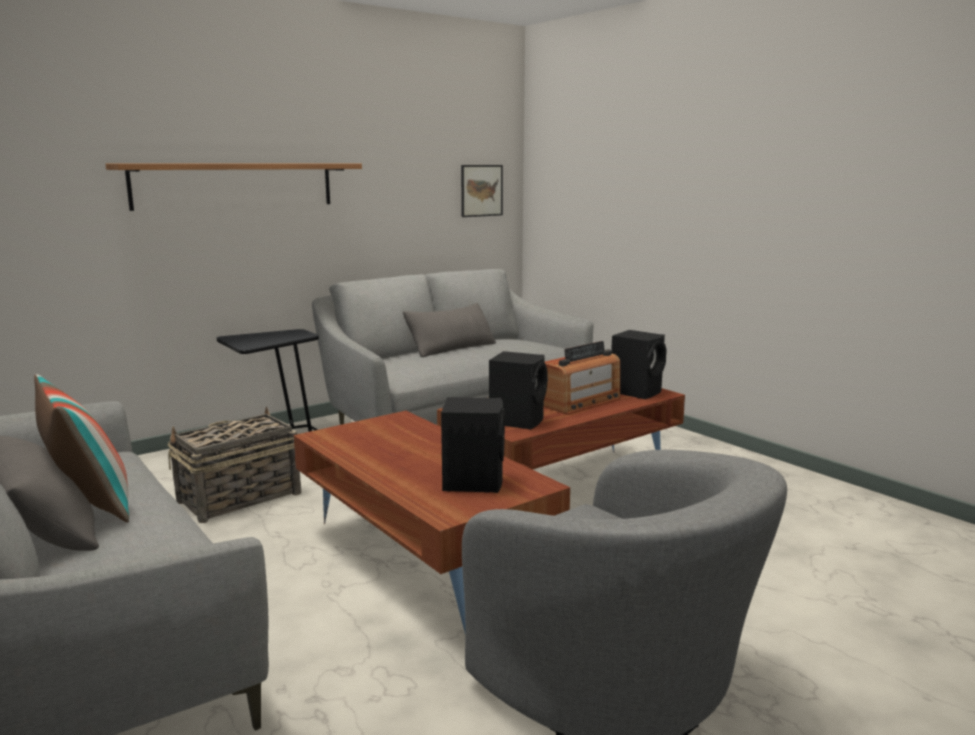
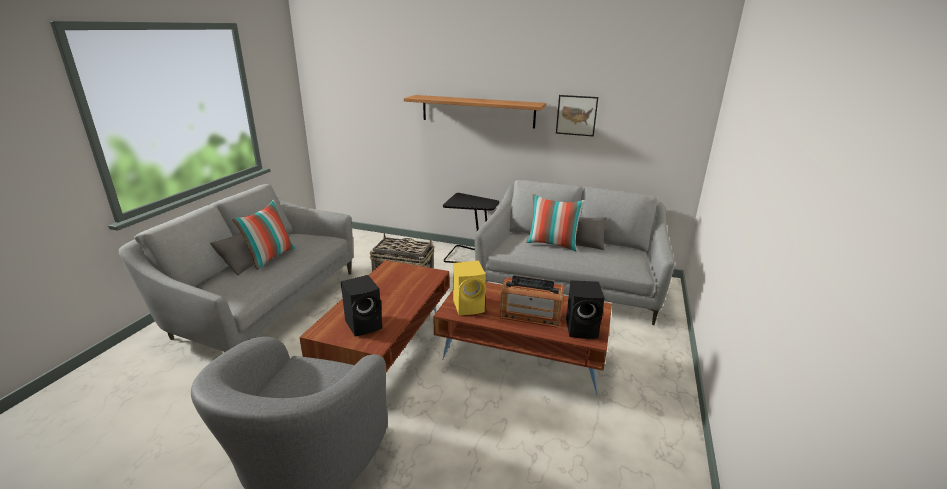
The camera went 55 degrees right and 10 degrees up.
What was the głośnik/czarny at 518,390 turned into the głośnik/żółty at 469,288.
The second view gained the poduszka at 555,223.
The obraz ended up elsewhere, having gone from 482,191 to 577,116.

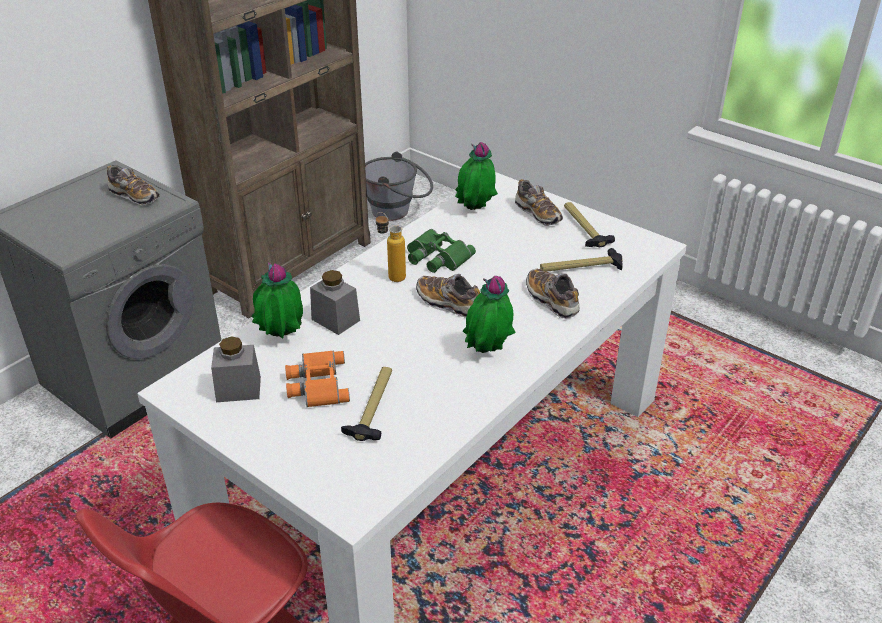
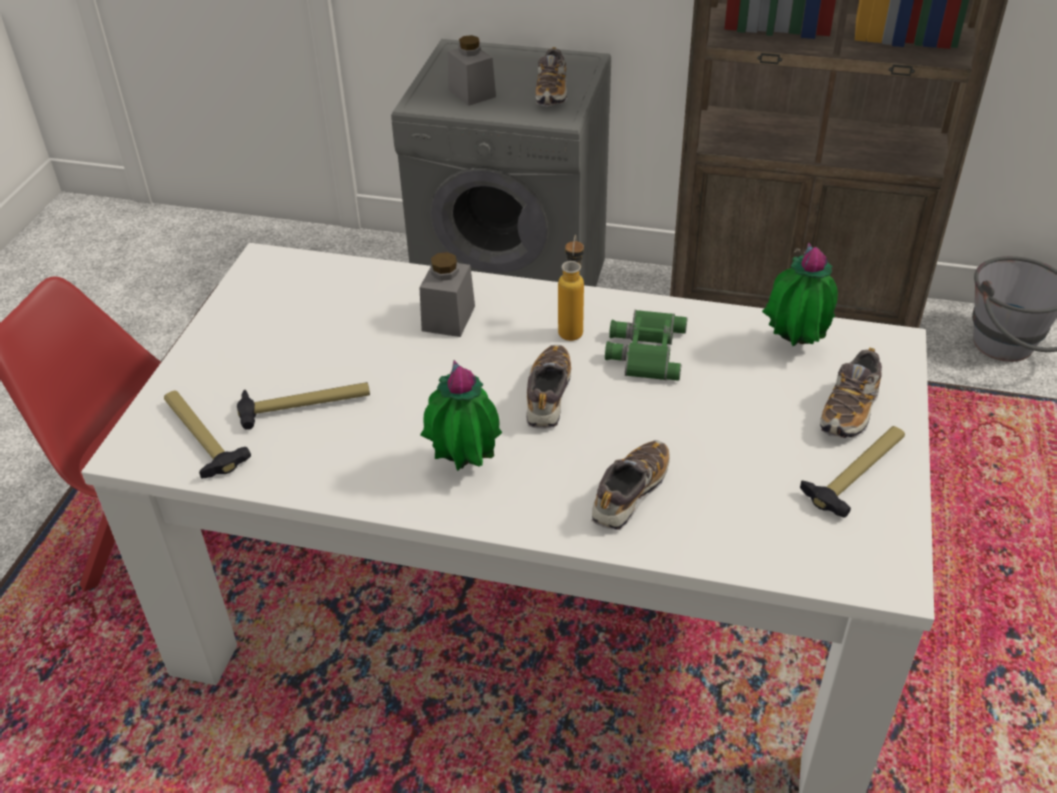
The camera went 65 degrees right and 5 degrees up.
The młotek ended up elsewhere, having gone from 581,260 to 207,434.
The słoik/szary ended up elsewhere, having gone from 236,369 to 472,70.
The second view lost the roślina doniczkowa at 277,300.
The second view lost the lornetka/pomarańczowy at 317,378.

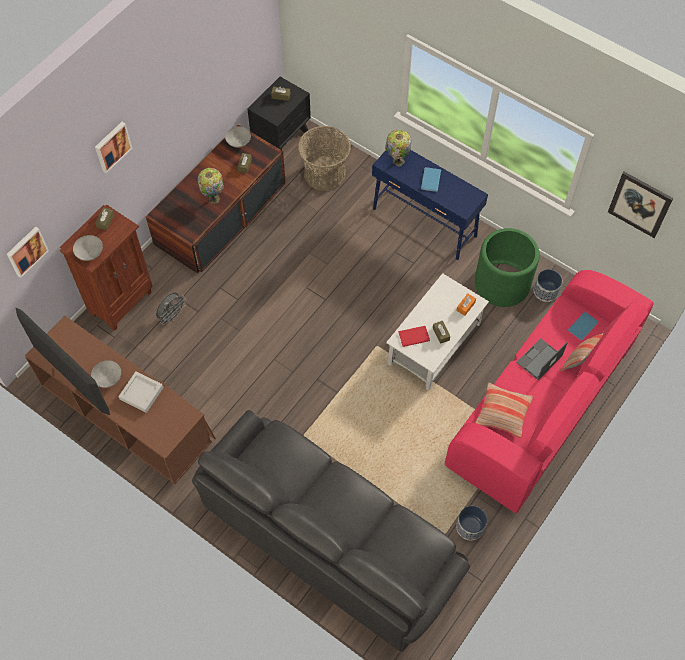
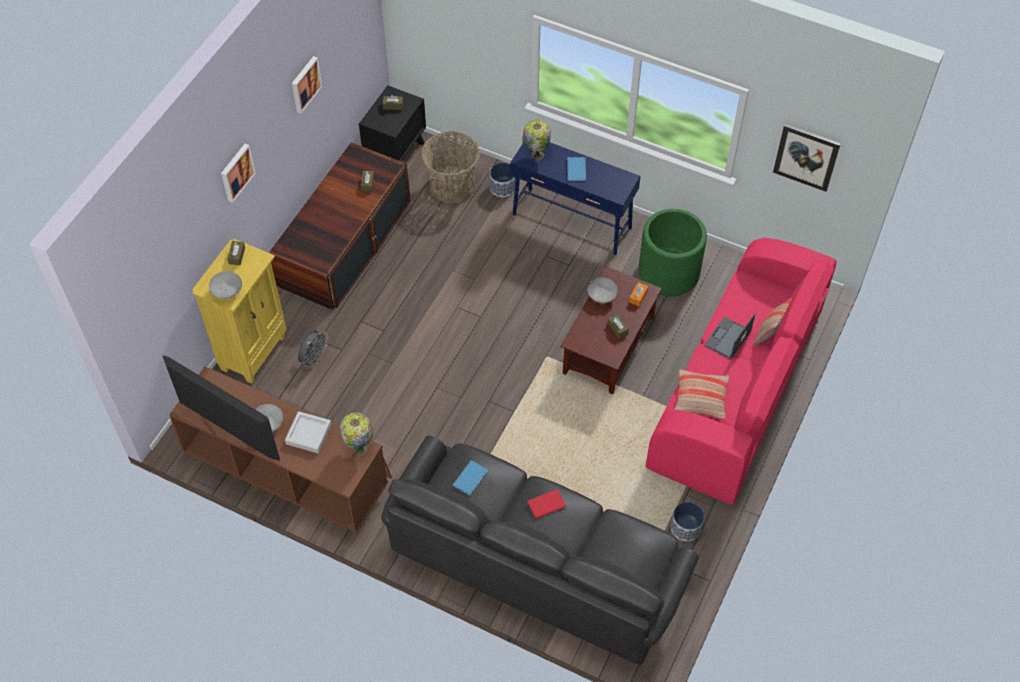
The camera went 10 degrees left and 5 degrees down.
What was the szafka/brązowy at 106,267 turned into the szafka/żółty at 239,311.
The obraz ended up elsewhere, having gone from 28,252 to 307,84.
The lampa stołowa ended up elsewhere, having gone from 211,186 to 356,433.
The książka/niebieski ended up elsewhere, having gone from 583,326 to 470,477.
The donica ended up elsewhere, having gone from 548,285 to 502,179.
The książka/czerwony ended up elsewhere, having gone from 414,336 to 547,504.
What was the ława/biały at 437,332 turned into the ława/brązowy at 611,330.
The miska/szary ended up elsewhere, having gone from 238,137 to 603,290.

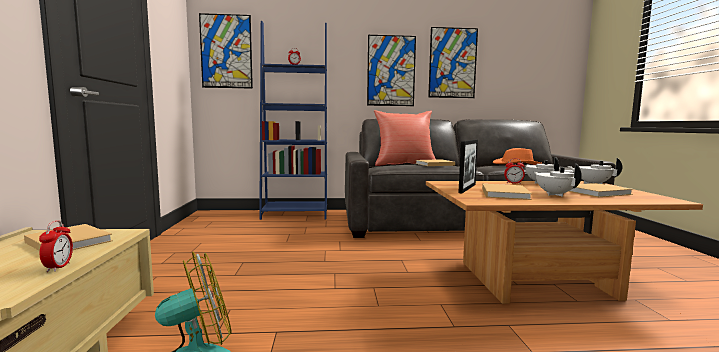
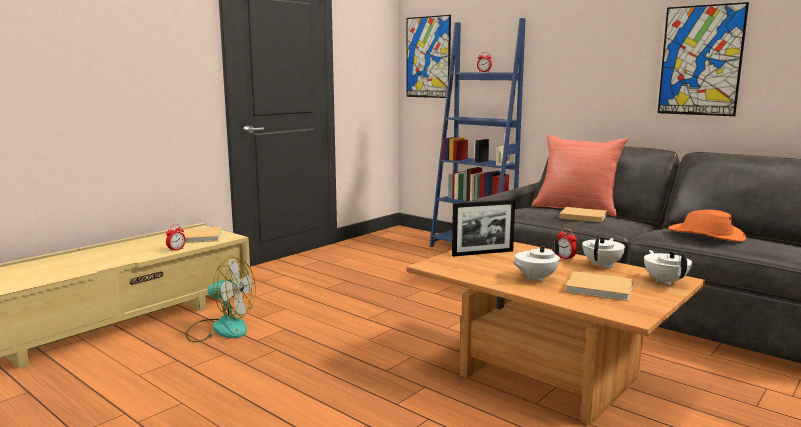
The camera went 45 degrees right and 5 degrees up.
The imbryk/biały at 558,180 ended up facing another way, 150 degrees counterclockwise from before.
The second view lost the obraz at 391,70.
The second view lost the książka/beżowy at 507,192.

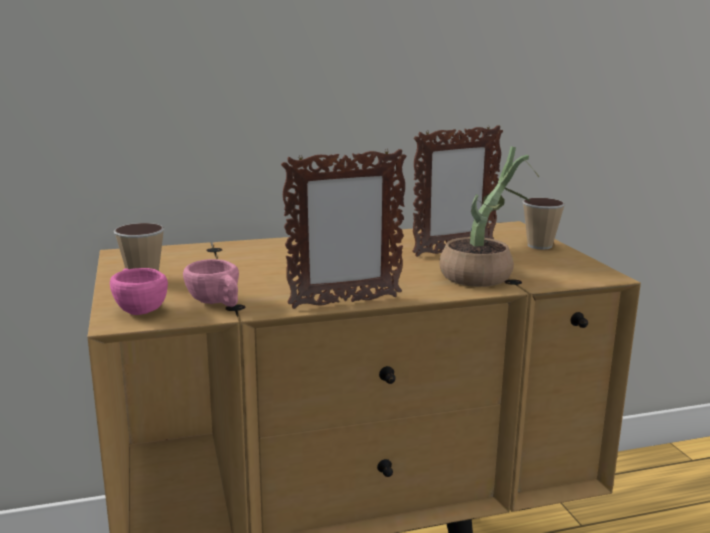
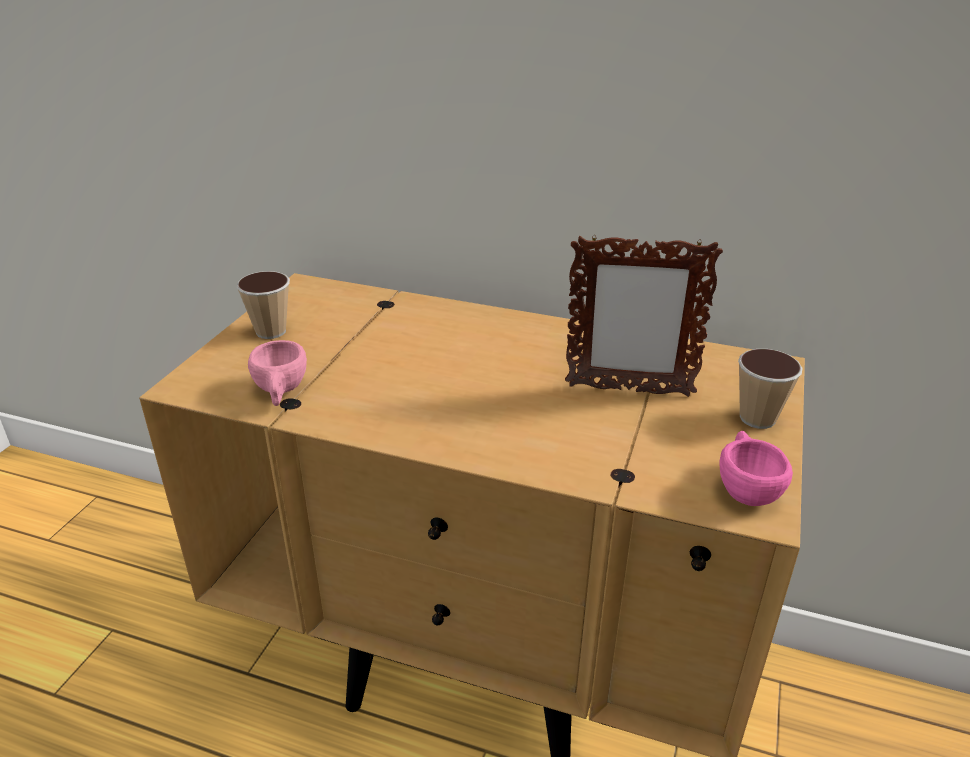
The camera went 35 degrees right and 15 degrees up.
The filiżanka/różowy ended up elsewhere, having gone from 139,291 to 756,468.
The second view lost the ramka na zdjęcie at 344,228.
The second view lost the roślina doniczkowa at 489,216.

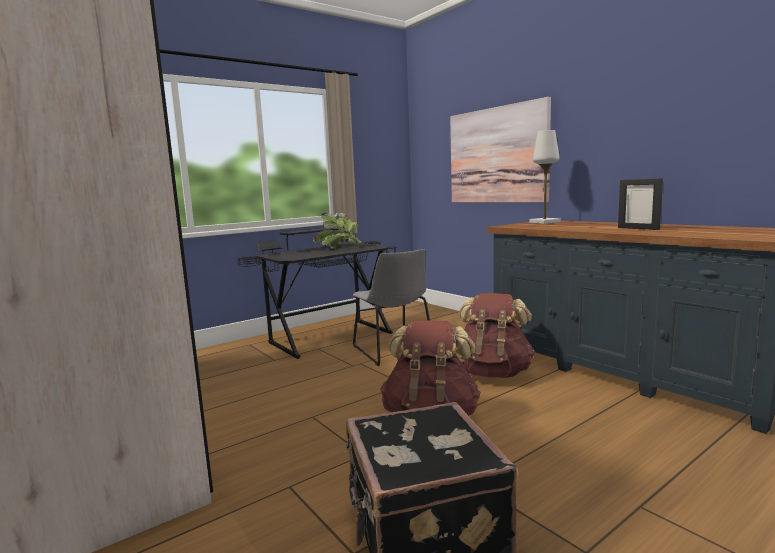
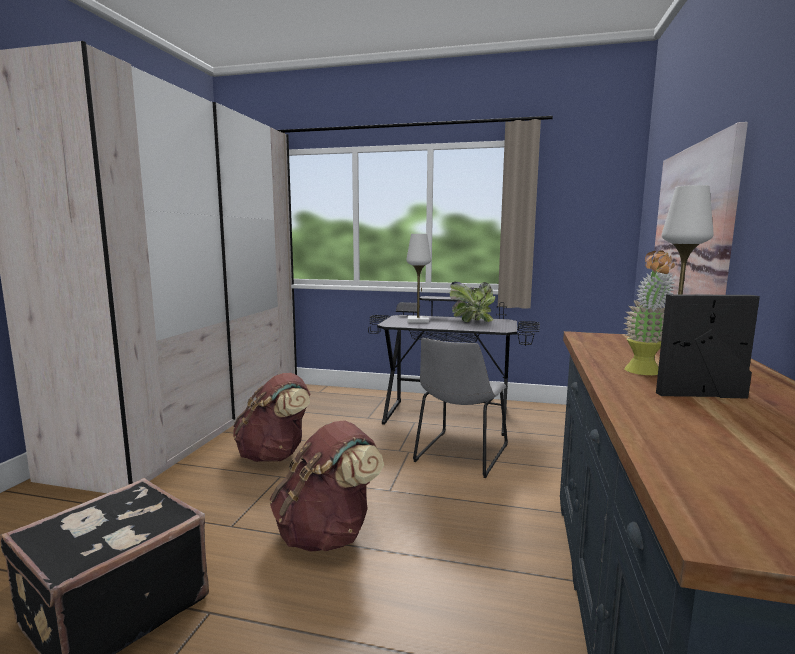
The camera went 50 degrees right and 0 degrees up.
The plecak/brązowy ended up elsewhere, having gone from 496,335 to 271,417.
The second view gained the lampa stołowa/biały at 418,278.
The second view gained the roślina doniczkowa at 649,312.
The ramka na zdjęcie at 640,204 ended up facing another way, 75 degrees clockwise from before.

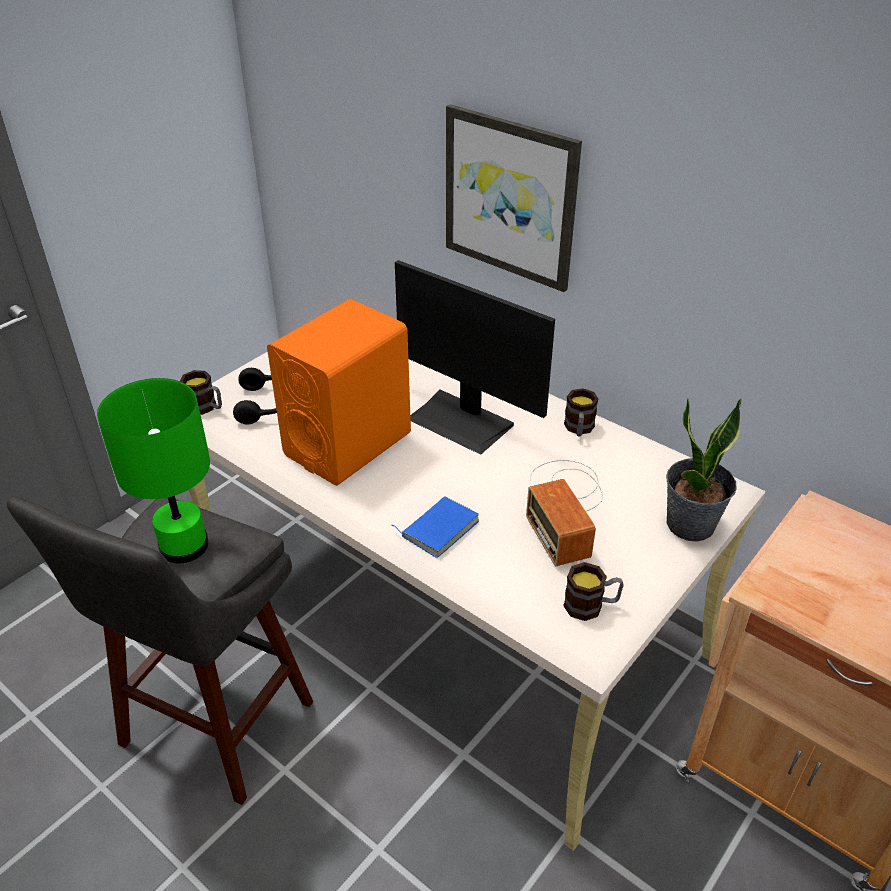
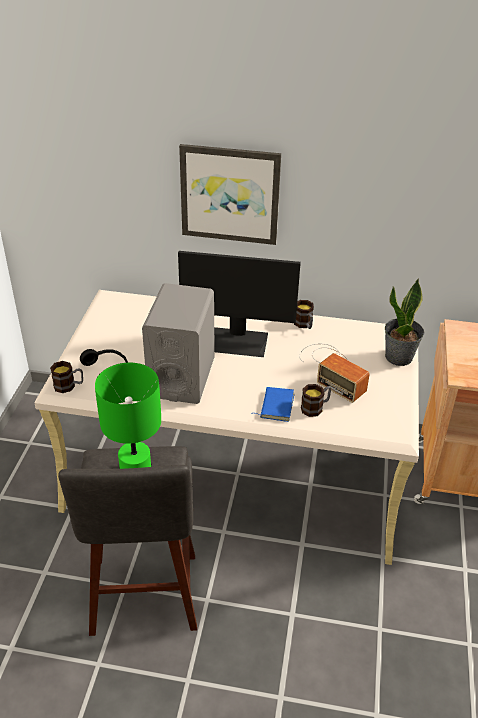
The camera went 30 degrees left and 0 degrees up.
What was the głośnik/pomarańczowy at 339,392 turned into the głośnik/szary at 178,343.
The kubek ended up elsewhere, having gone from 593,591 to 316,400.

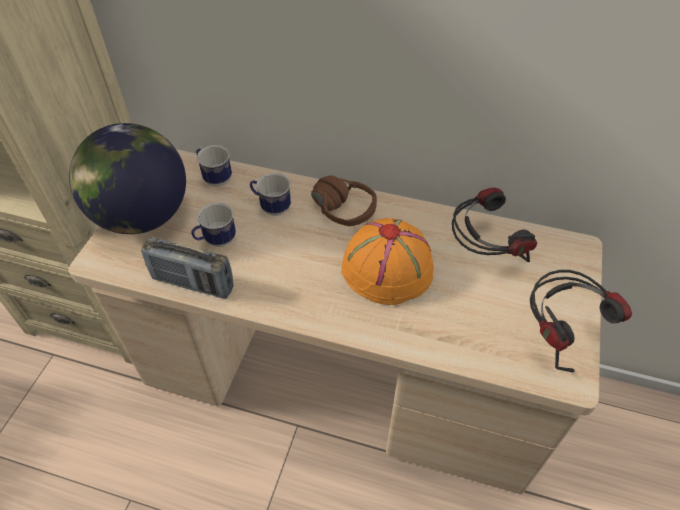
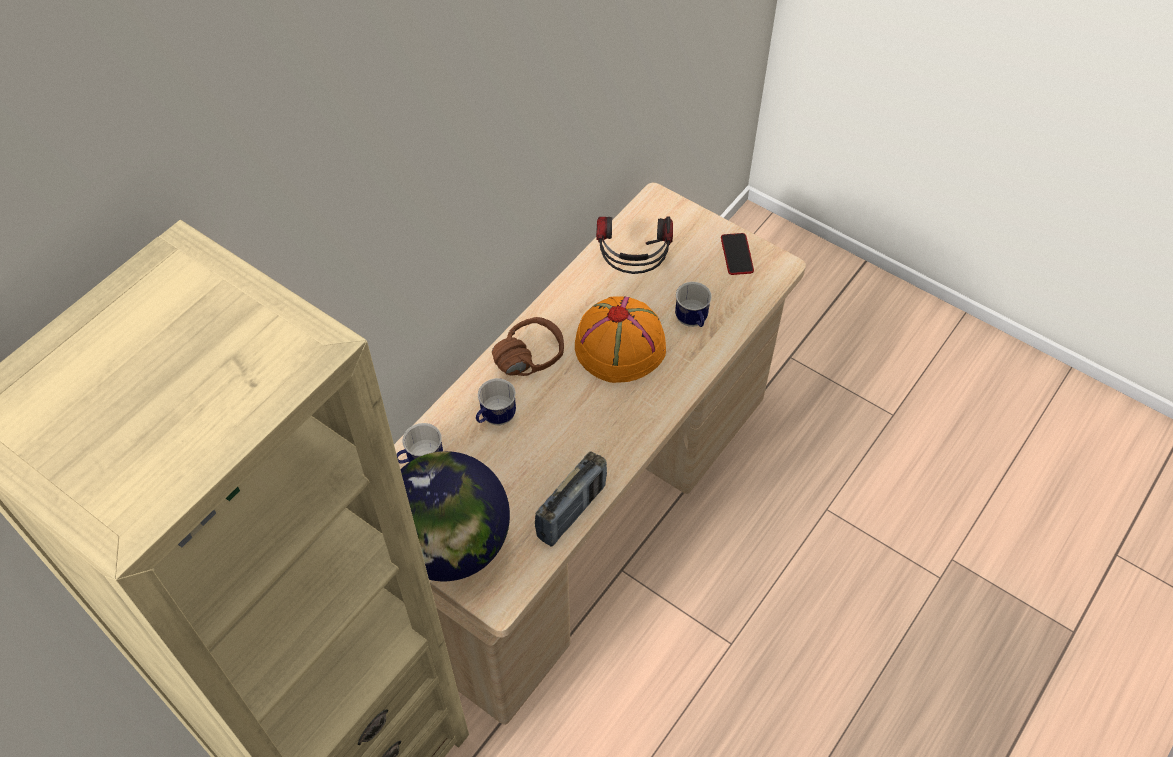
The camera went 70 degrees left and 5 degrees up.
The kubek ended up elsewhere, having gone from 213,224 to 693,304.
Where the słuchawki stood at 581,321, the telefon came to stand at 737,254.

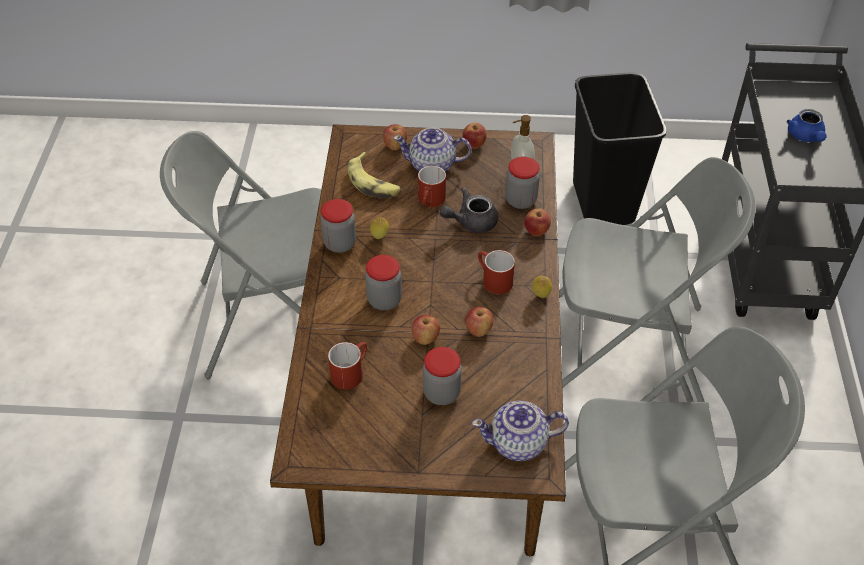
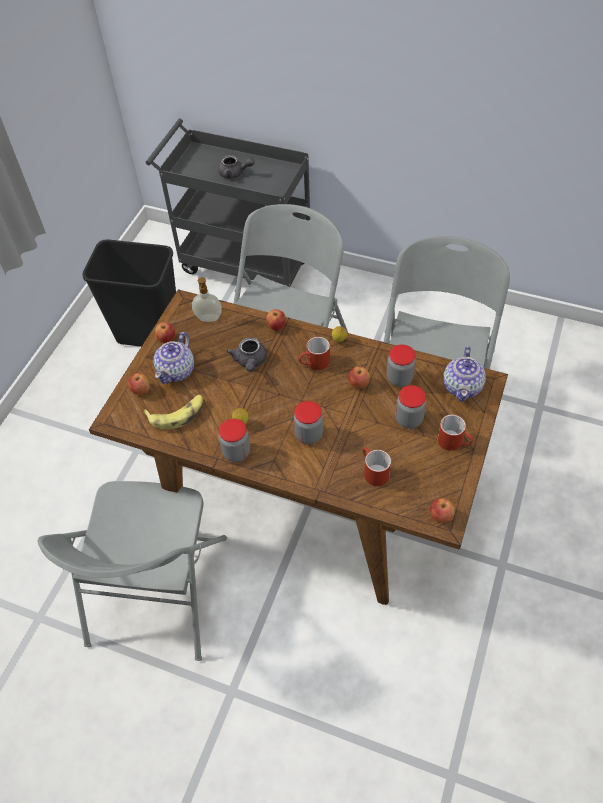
The camera went 70 degrees left and 5 degrees up.
What was the imbryk/niebieski at 806,125 turned into the imbryk/szary at 236,167.
The słoik ended up elsewhere, having gone from 522,183 to 401,366.
The jabłko ended up elsewhere, having gone from 425,330 to 442,510.
The kubek/czerwony ended up elsewhere, having gone from 432,186 to 455,433.

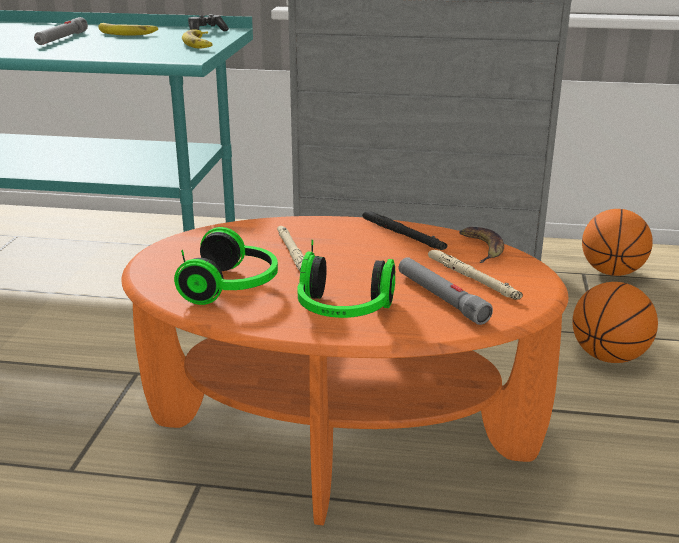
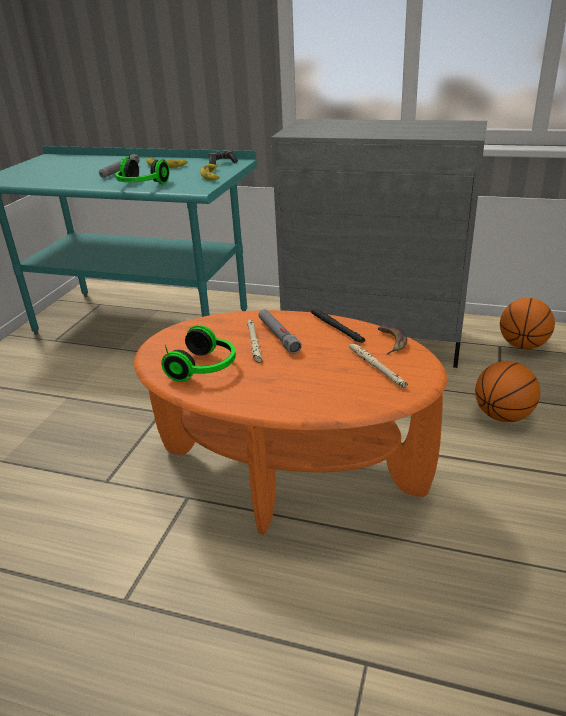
The camera went 10 degrees right and 5 degrees up.
The słuchawki ended up elsewhere, having gone from 346,279 to 142,168.
The latarka/szary ended up elsewhere, having gone from 446,291 to 280,331.

